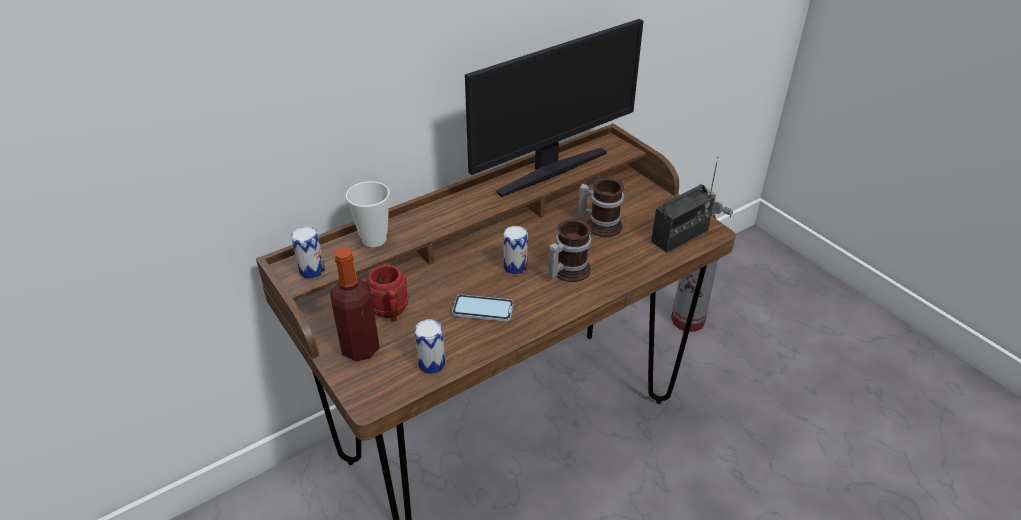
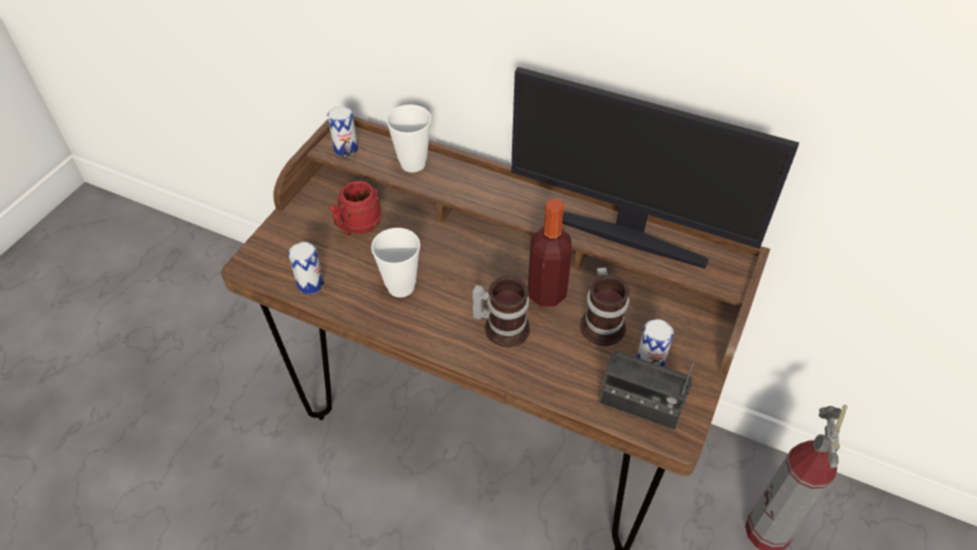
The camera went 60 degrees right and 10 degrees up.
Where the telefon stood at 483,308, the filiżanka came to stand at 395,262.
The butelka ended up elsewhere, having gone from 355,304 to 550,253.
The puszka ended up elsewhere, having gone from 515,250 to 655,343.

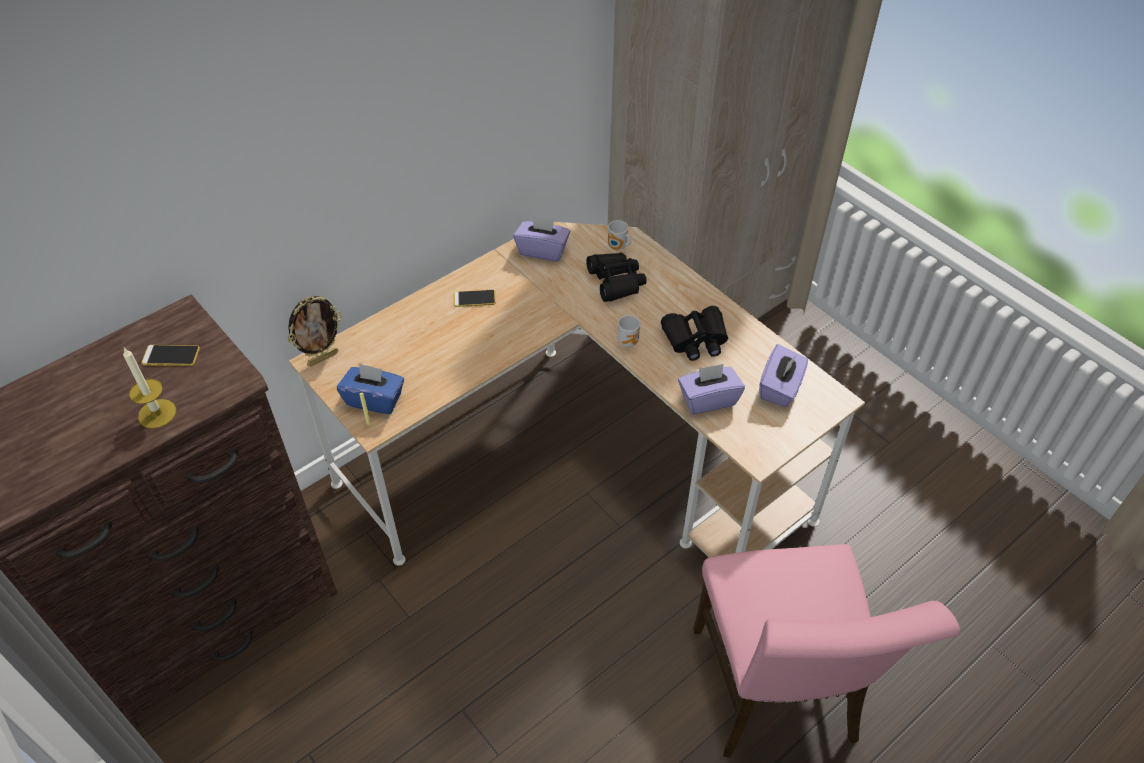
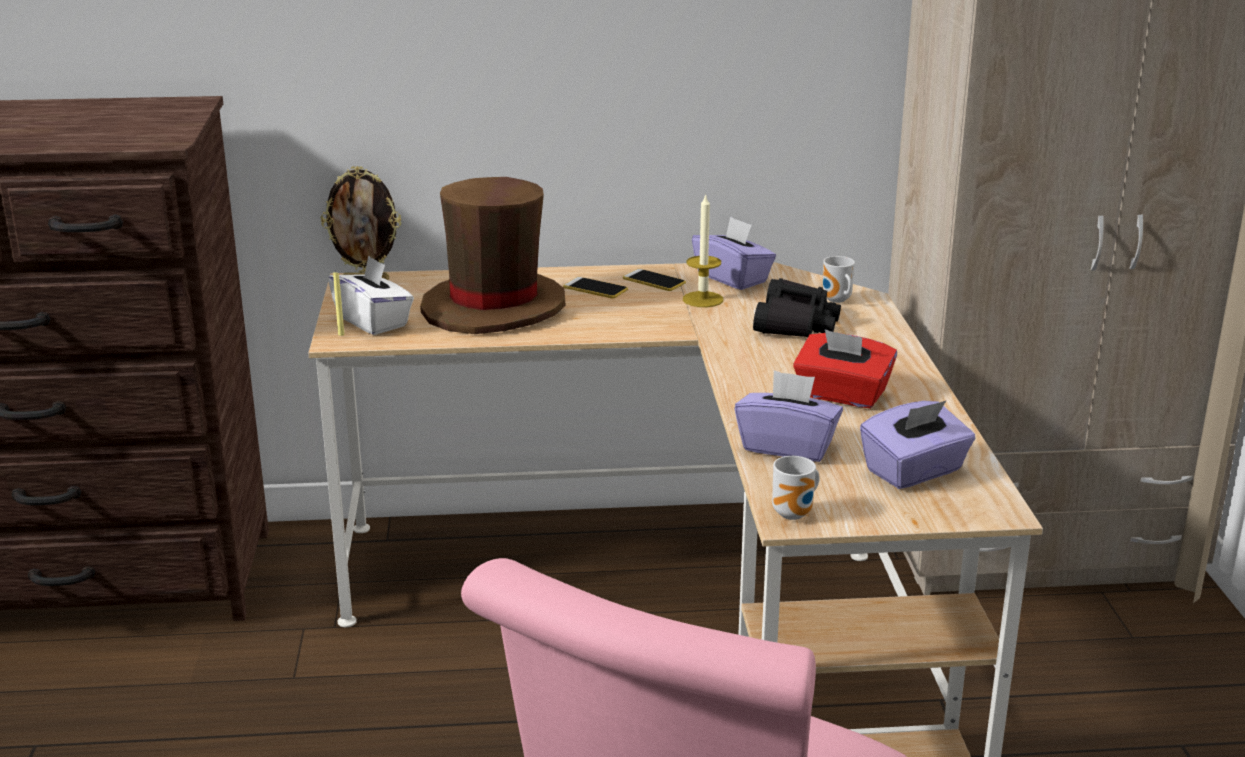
The camera went 35 degrees right and 25 degrees down.
What was the pudełko chusteczek/niebieski at 370,388 turned into the pudełko chusteczek/biały at 371,295.
The second view gained the kapelusz/brązowy at 493,255.
The telefon ended up elsewhere, having gone from 170,355 to 654,280.
The świeca ended up elsewhere, having gone from 149,388 to 703,250.
The kubek ended up elsewhere, having gone from 629,331 to 796,488.
Where the lornetka/czarny stood at 694,333, the pudełko chusteczek/czerwony came to stand at 845,368.

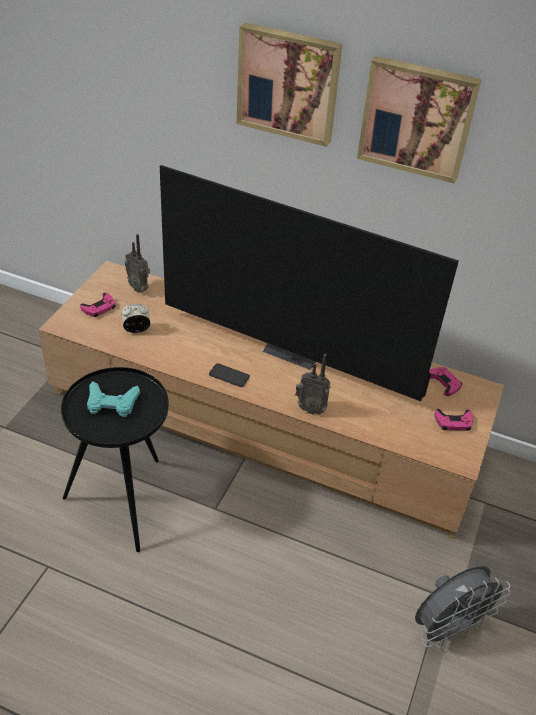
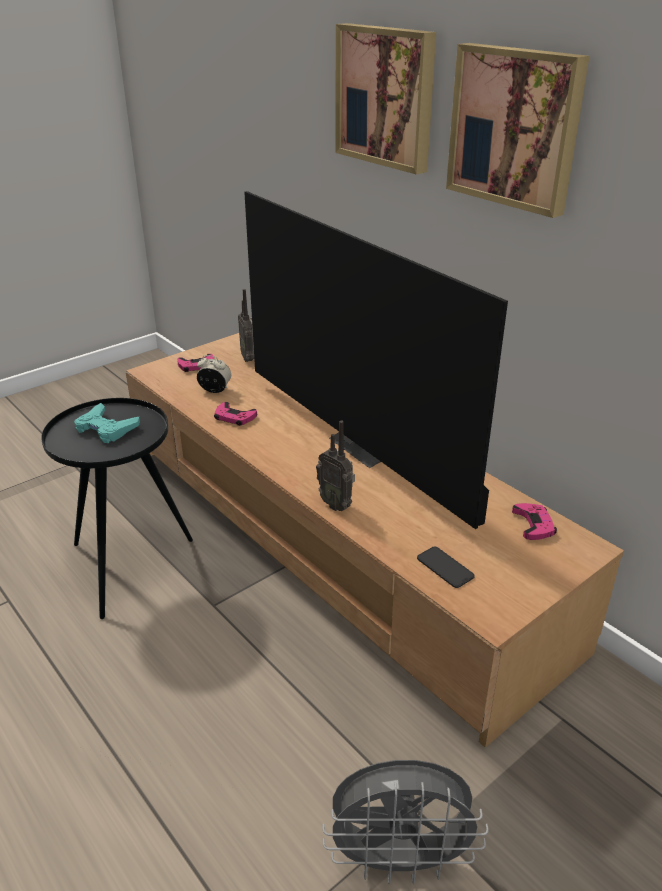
The camera went 30 degrees right and 10 degrees down.
The pad do gier/różowy ended up elsewhere, having gone from 454,420 to 235,414.
The telefon ended up elsewhere, having gone from 229,375 to 446,567.

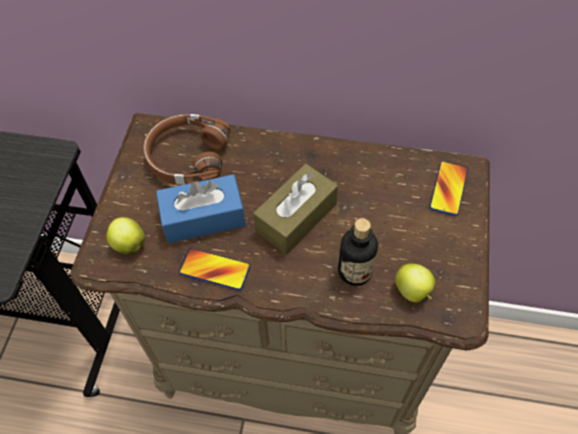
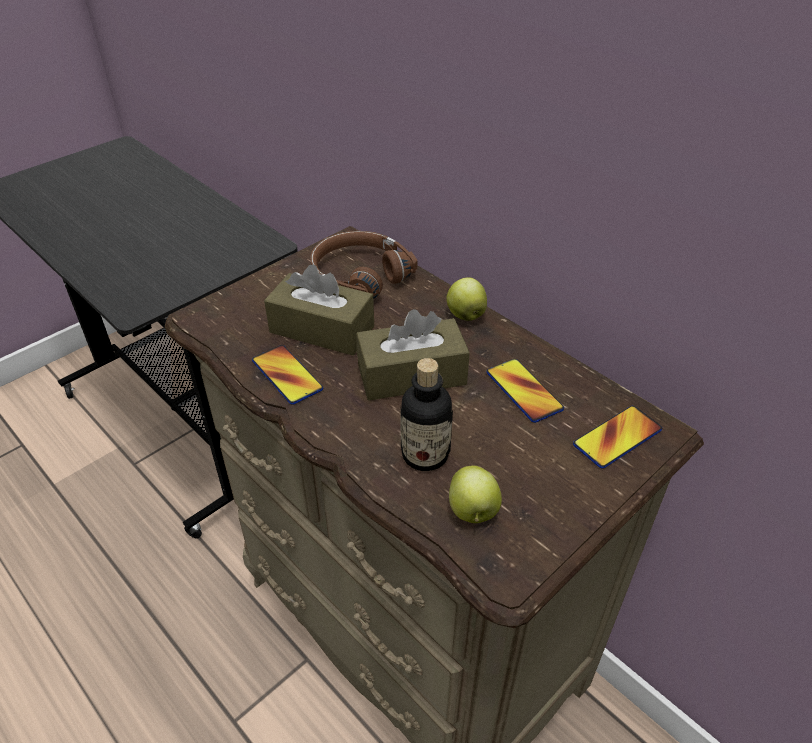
The camera went 35 degrees right and 15 degrees down.
What was the pudełko chusteczek/niebieski at 201,208 turned into the pudełko chusteczek/brązowy at 319,310.
The jabłko ended up elsewhere, having gone from 126,235 to 466,299.
The second view gained the telefon at 525,391.

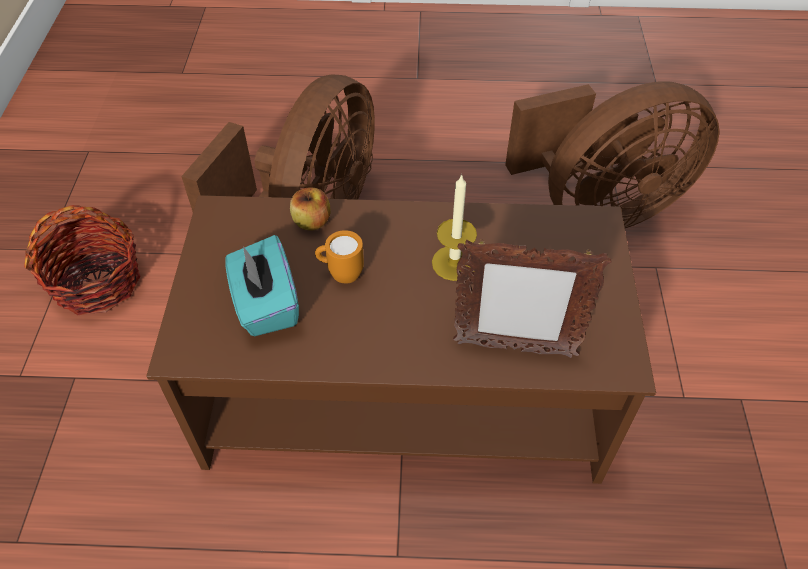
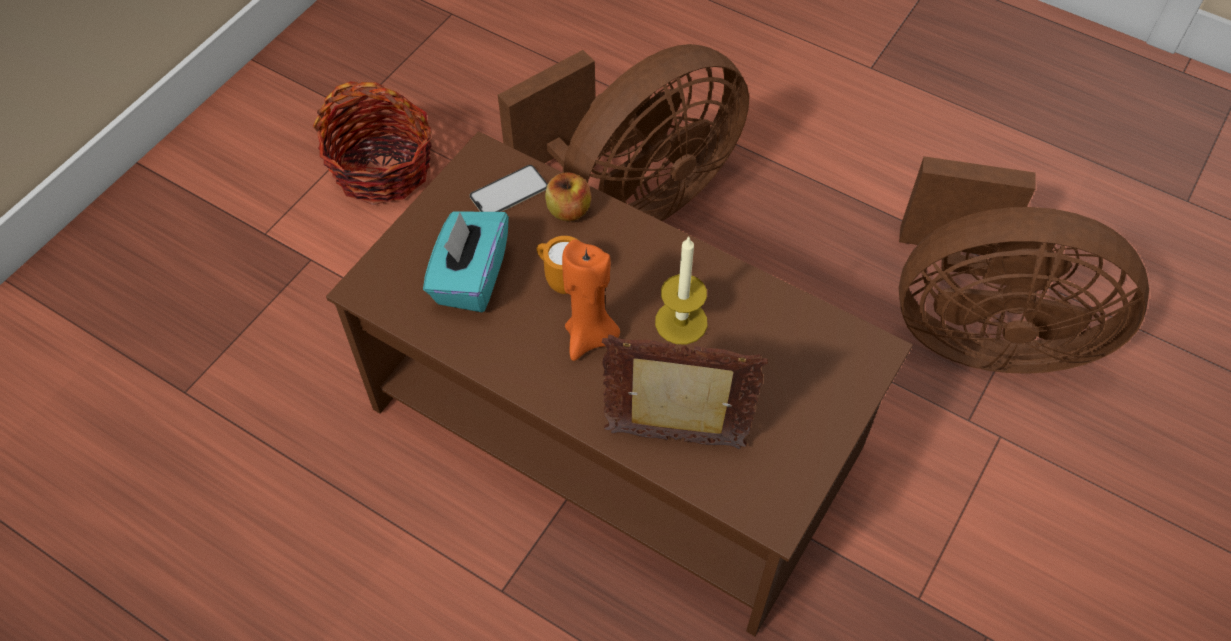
The camera went 30 degrees right and 5 degrees up.
The second view gained the telefon at 508,188.
The second view gained the świeca/pomarańczowy at 591,300.
The ramka na zdjęcie at 532,298 ended up facing another way, 150 degrees clockwise from before.

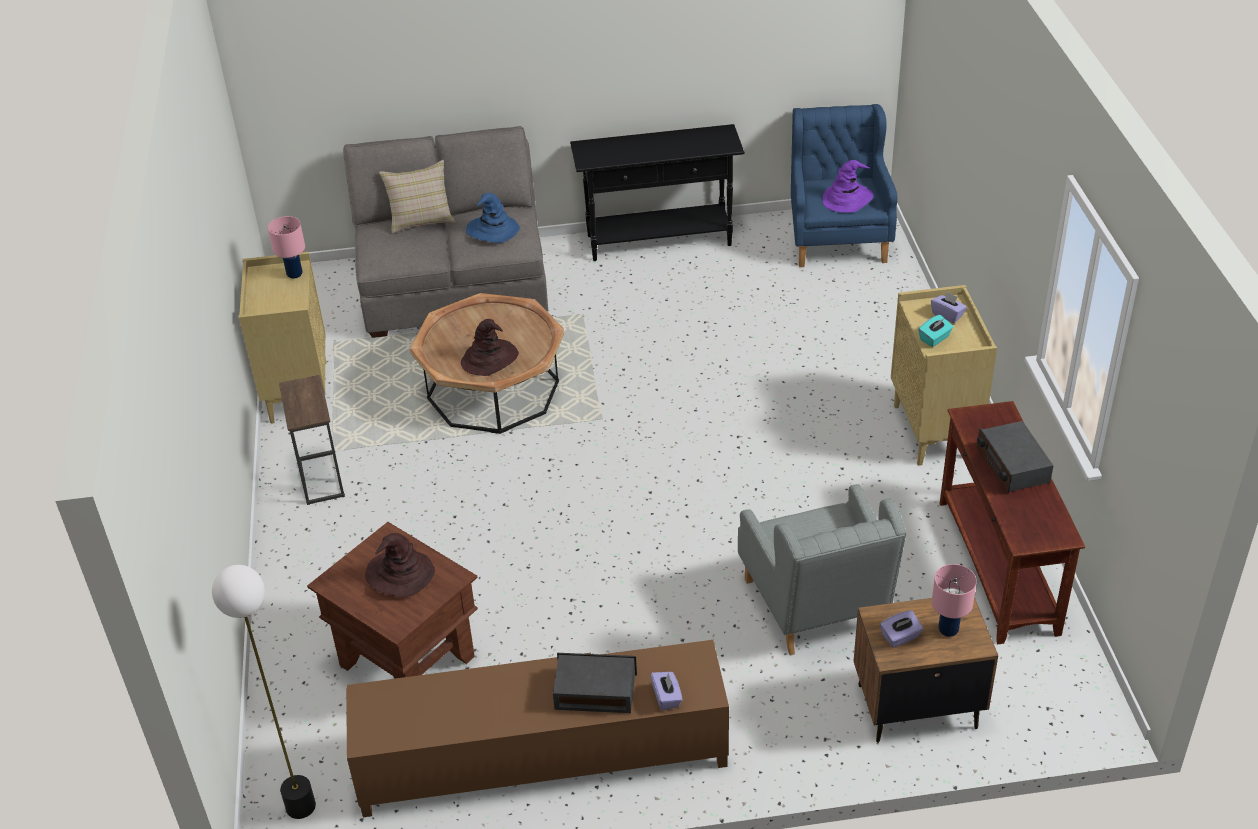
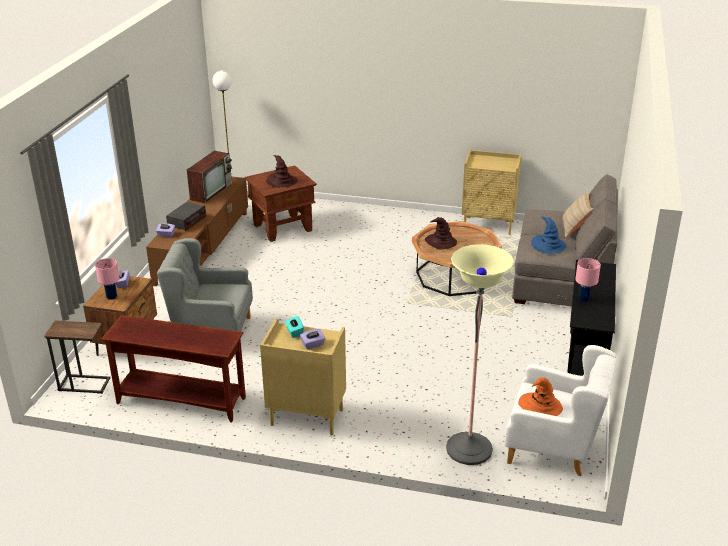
The camera went 110 degrees right and 10 degrees down.
The stolik/brązowy ended up elsewhere, having gone from 312,440 to 77,357.
The second view gained the telewizor at 209,177.
The second view gained the lampa stojąca at 480,354.
What was the fotel/niebieski at 844,185 turned into the fotel/biały at 561,410.
What was the kapelusz/fioletowy at 848,186 turned into the kapelusz/pomarańczowy at 540,396.
The lampa stołowa/różowy ended up elsewhere, having gone from 286,247 to 588,280.
The second view lost the radio at 1015,457.

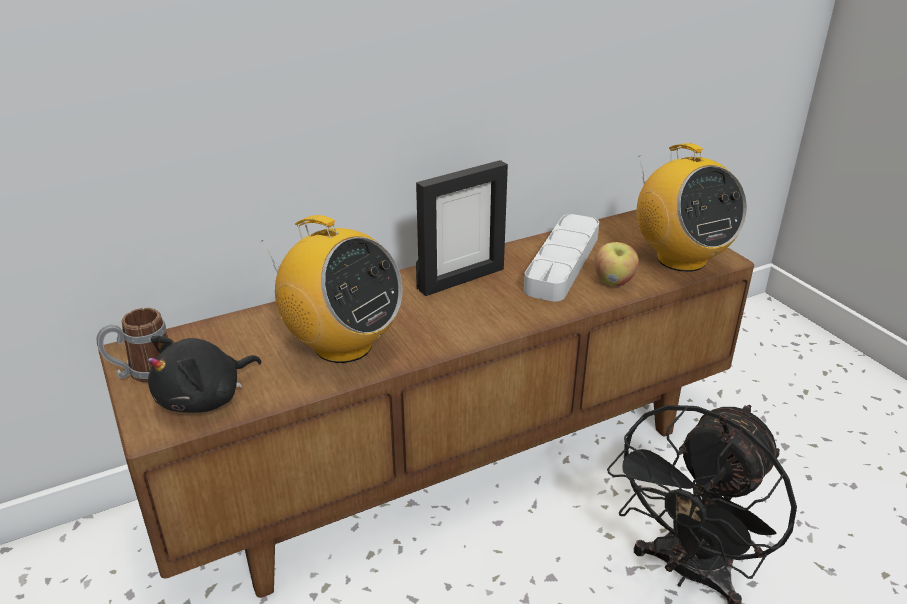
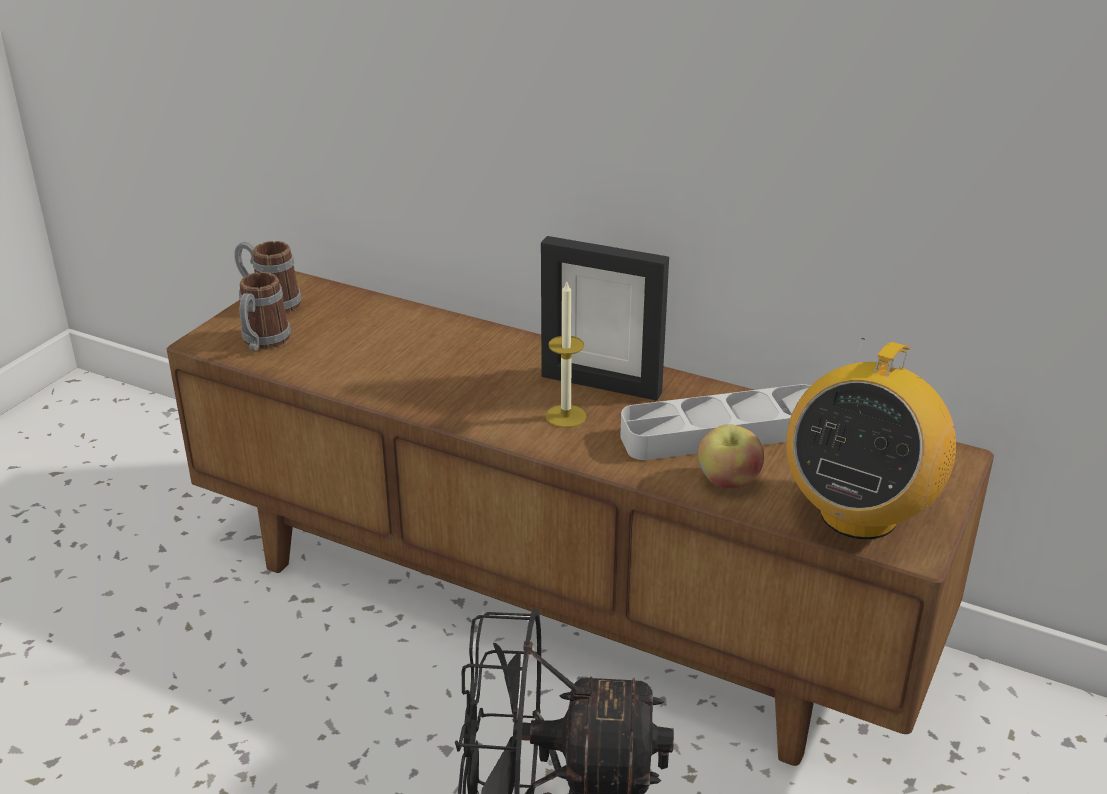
The camera went 55 degrees right and 0 degrees up.
Where the pluszak/czarny stood at 204,374, the kubek came to stand at 265,311.
The second view gained the świeca at 566,355.
The second view lost the radio at 332,289.

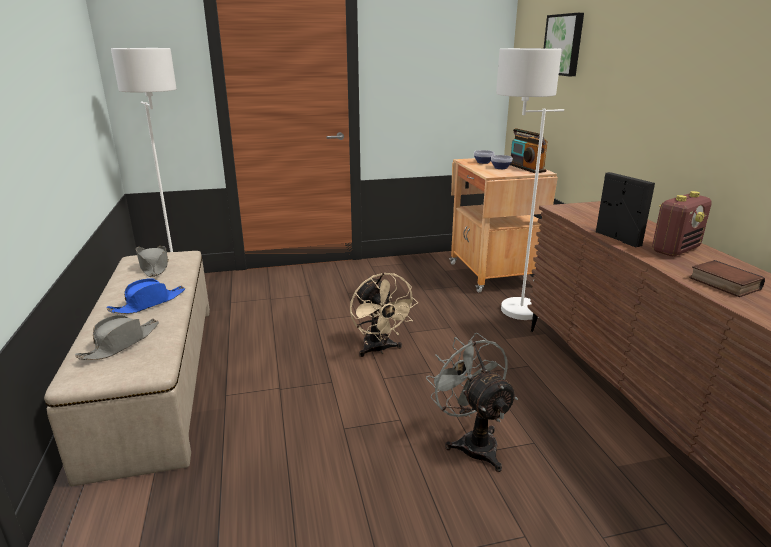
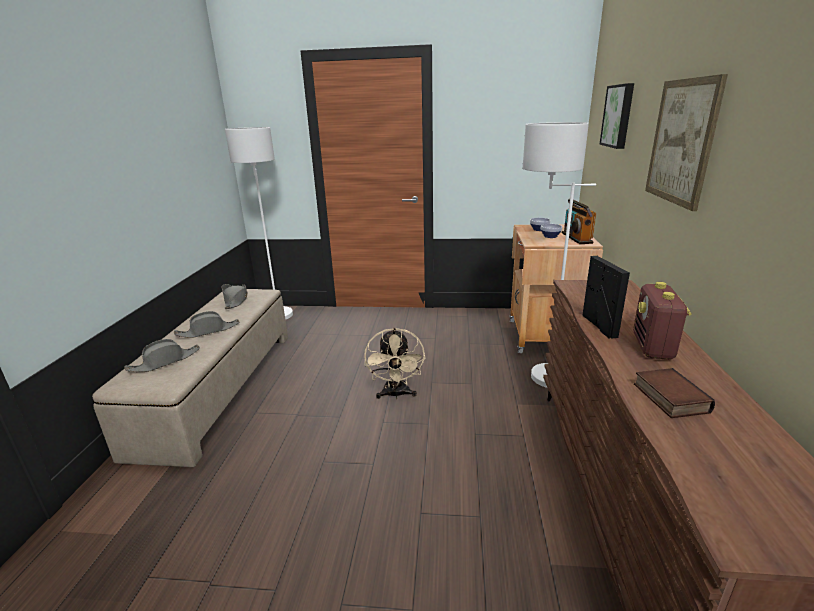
The camera went 20 degrees right and 0 degrees up.
What was the kapelusz/niebieski at 146,296 turned into the kapelusz/szary at 207,324.
The radio at 682,224 ended up facing another way, 120 degrees clockwise from before.
The second view gained the obraz at 686,142.
The second view lost the wentylator/szary at 472,402.

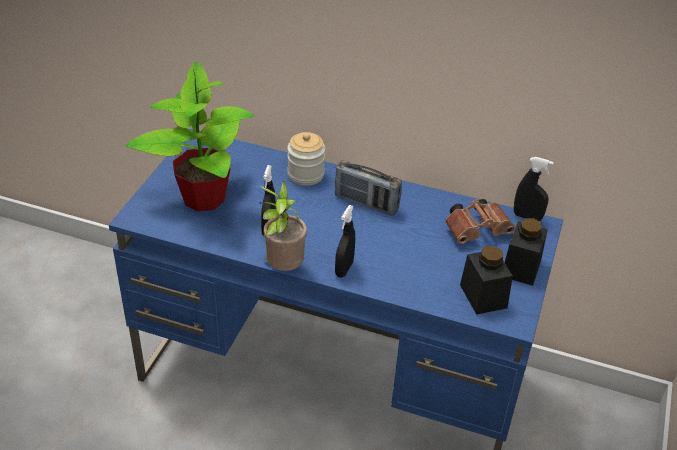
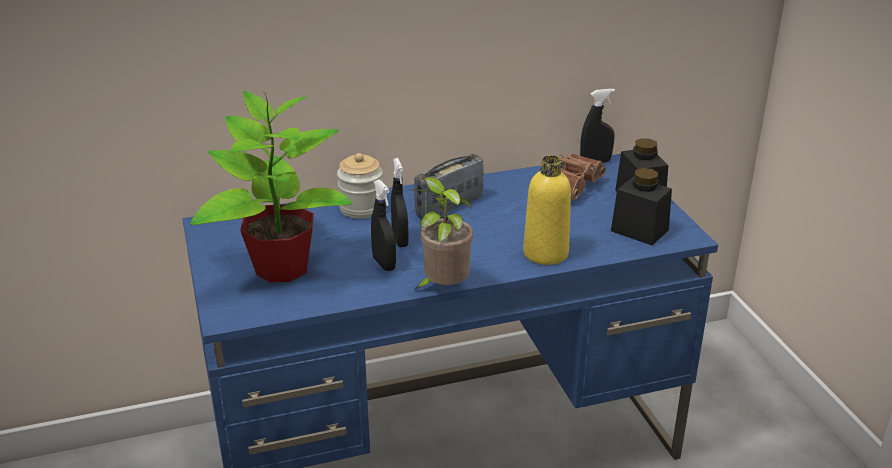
The camera went 35 degrees left and 10 degrees down.
The spryskiwacz/czarny ended up elsewhere, having gone from 345,241 to 400,202.
The radio at 368,188 ended up facing another way, 150 degrees clockwise from before.
The second view gained the butelka/żółty at 547,210.

